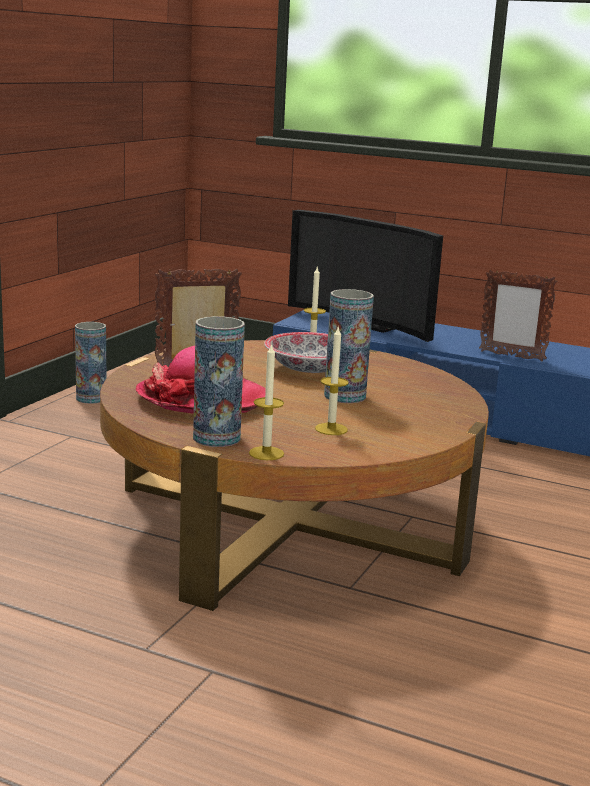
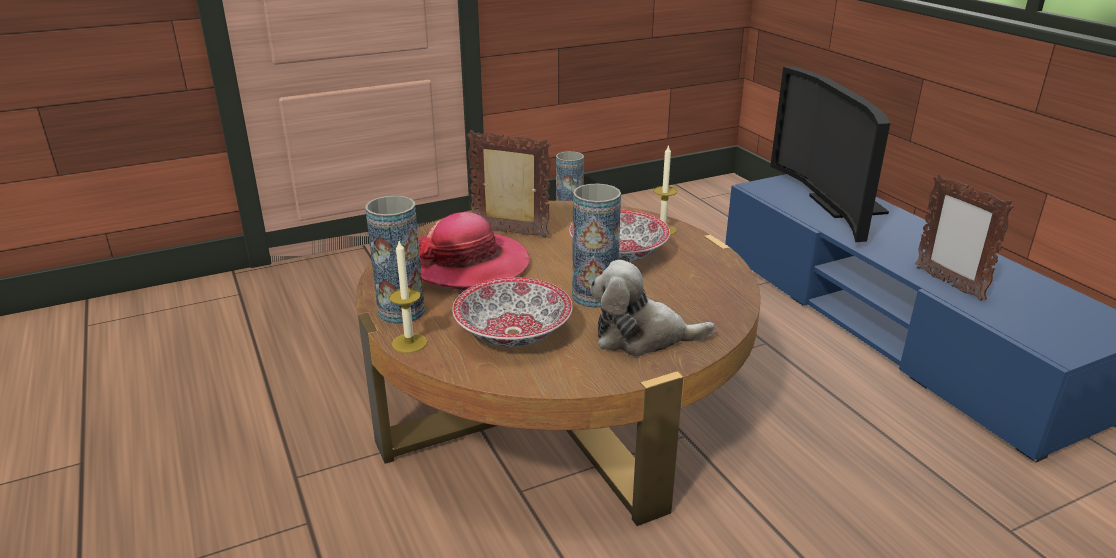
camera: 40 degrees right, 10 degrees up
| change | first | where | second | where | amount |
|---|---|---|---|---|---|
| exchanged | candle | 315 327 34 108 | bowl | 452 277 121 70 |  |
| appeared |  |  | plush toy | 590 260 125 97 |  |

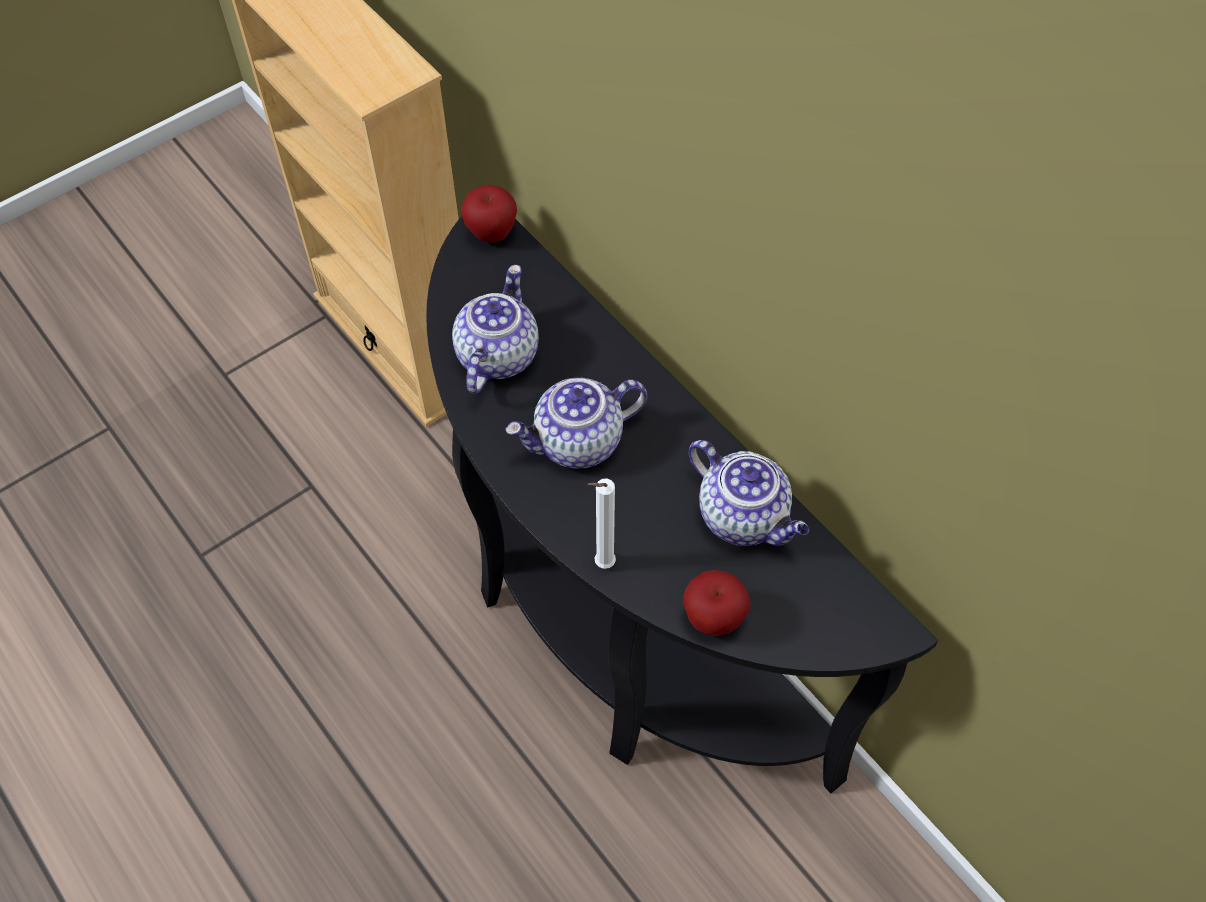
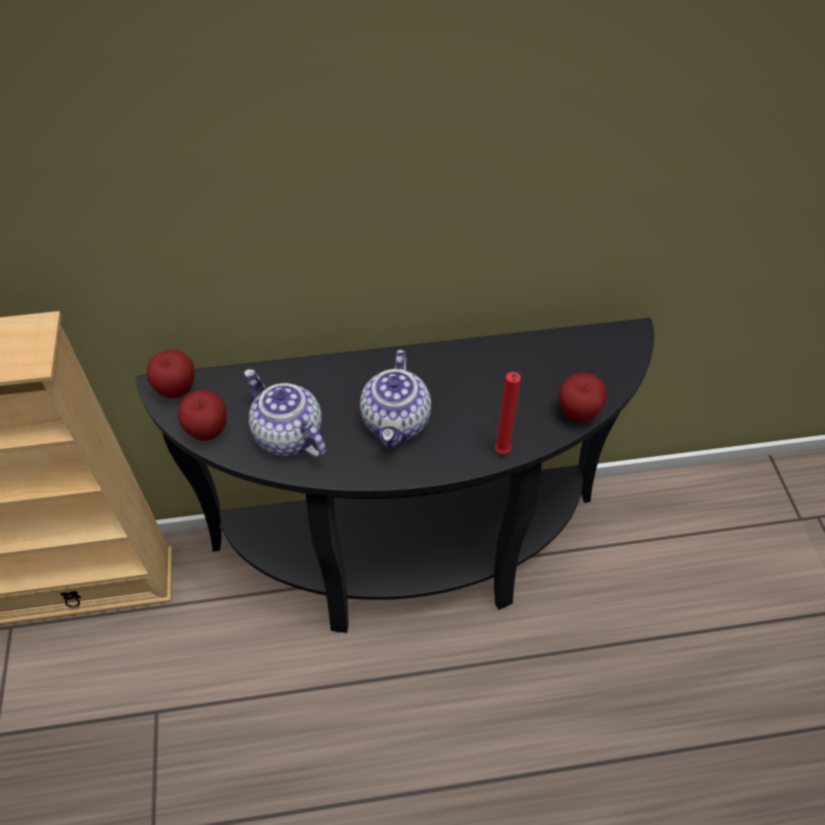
camera: 60 degrees left, 5 degrees down
| change | first | where | second | where | amount |
|---|---|---|---|---|---|
| appeared |  |  | apple | 178 390 49 51 |  |
| colour | white candle | 587 478 29 91 | red candle | 495 372 26 82 |  |
| missing | teapot | 688 440 121 106 |  |  |  |

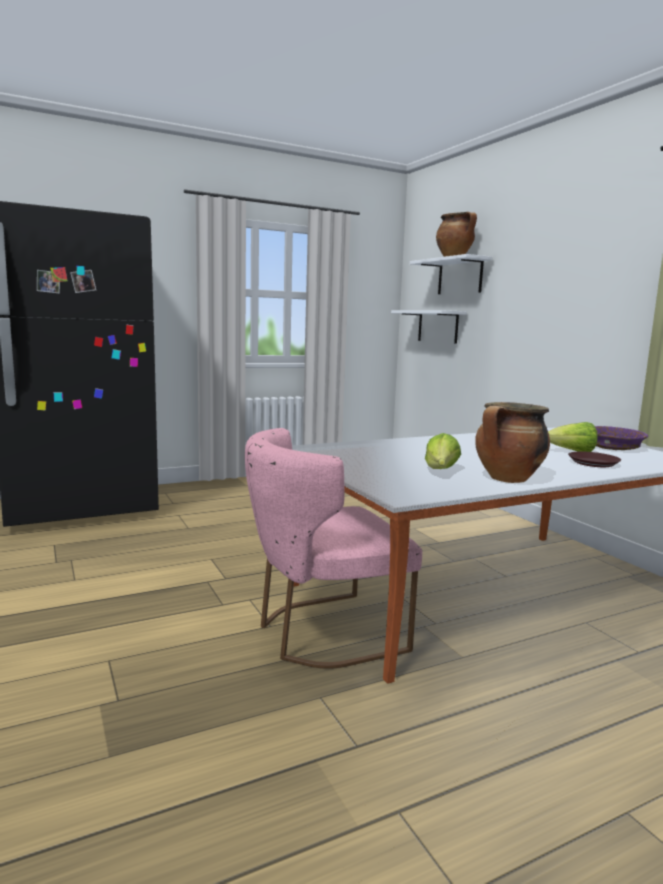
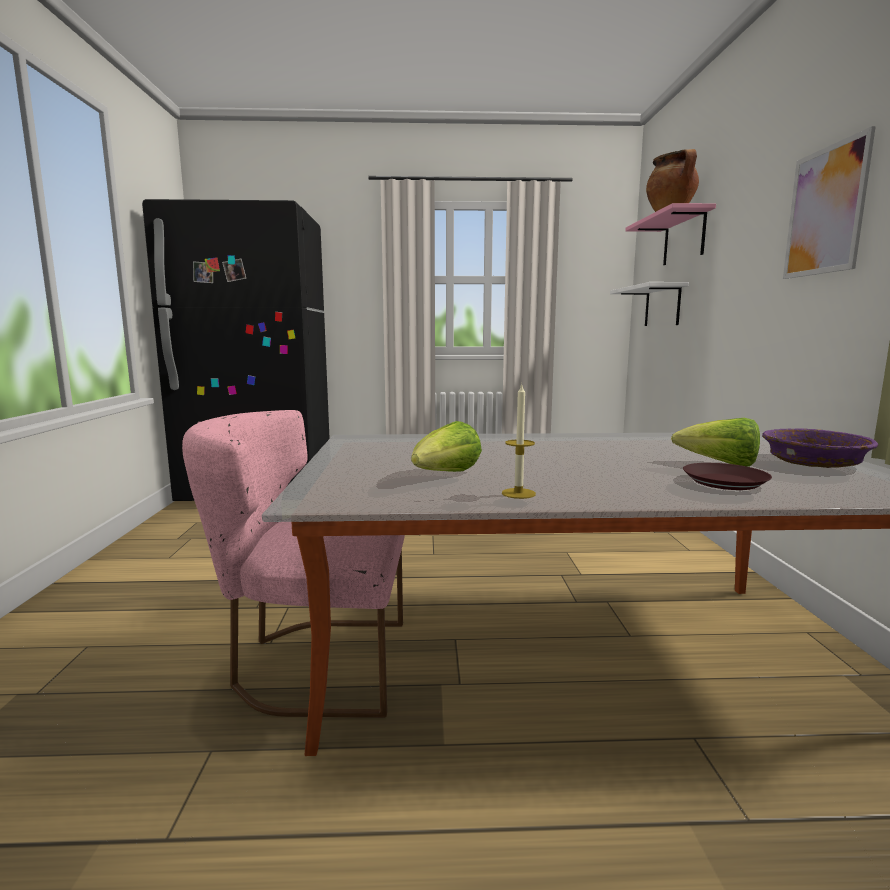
camera: 25 degrees right, 0 degrees up
| change | first | where | second | where | amount |
|---|---|---|---|---|---|
| exchanged | cooking pot | 475 402 75 81 | candle | 502 385 34 114 |  |
| colour | white shelf | 410 254 83 40 | pink shelf | 625 203 91 62 |  |
| appeared |  |  | picture | 783 126 93 153 |  |

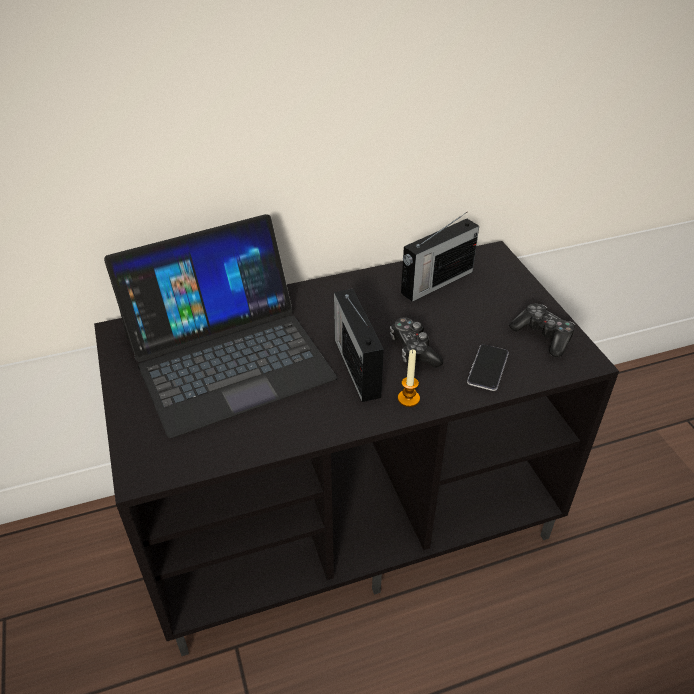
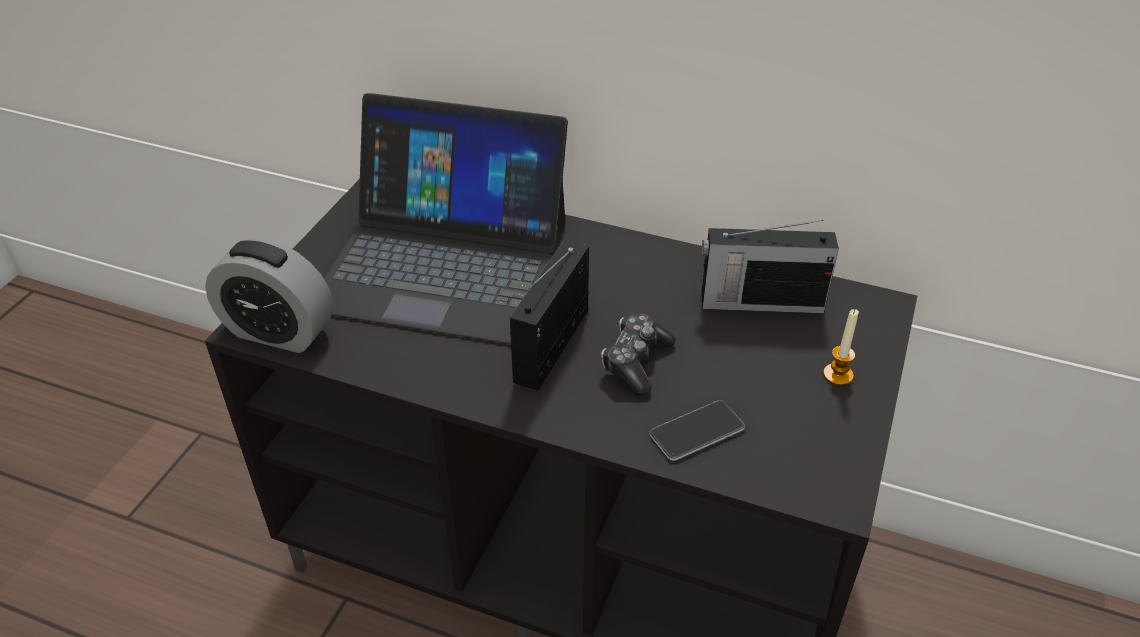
camera: 40 degrees right, 0 degrees up
| change | first | where | second | where | amount |
|---|---|---|---|---|---|
| appeared |  |  | alarm clock | 205 238 128 115 |  |
| relocated | candle | 398 349 22 58 |  | 823 309 36 77 |  |
| missing | game controller | 509 304 66 53 |  |  |  |

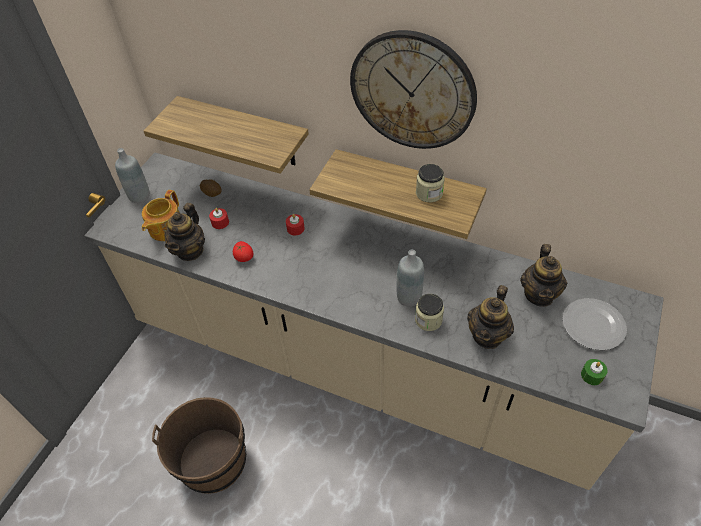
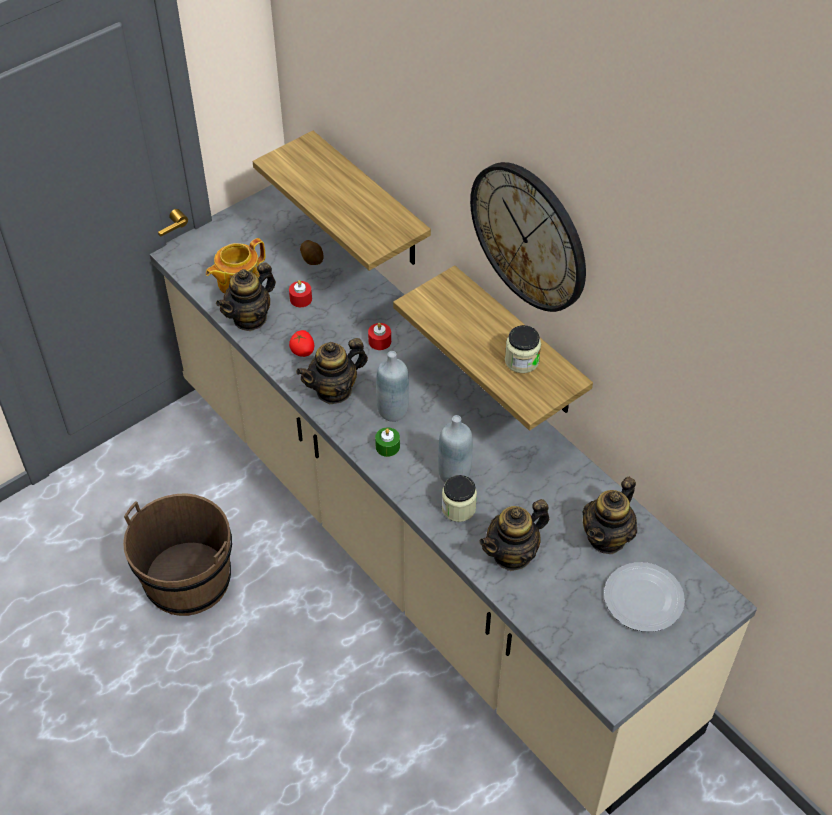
camera: 25 degrees right, 0 degrees up
| change | first | where | second | where | amount |
|---|---|---|---|---|---|
| appeared |  |  | teapot | 296 338 72 66 |  |
| relocated | green candle | 581 359 27 26 |  | 375 427 25 30 |  |
| relocated | grey bottle | 115 148 35 55 |  | 376 351 33 71 |  |

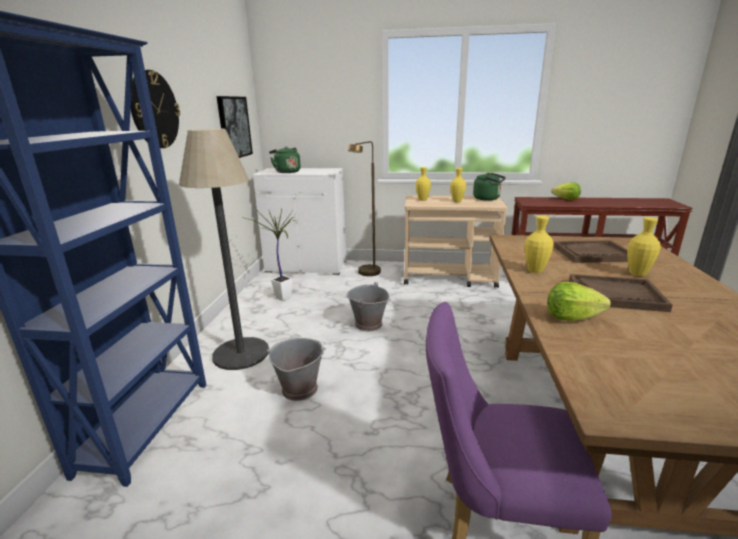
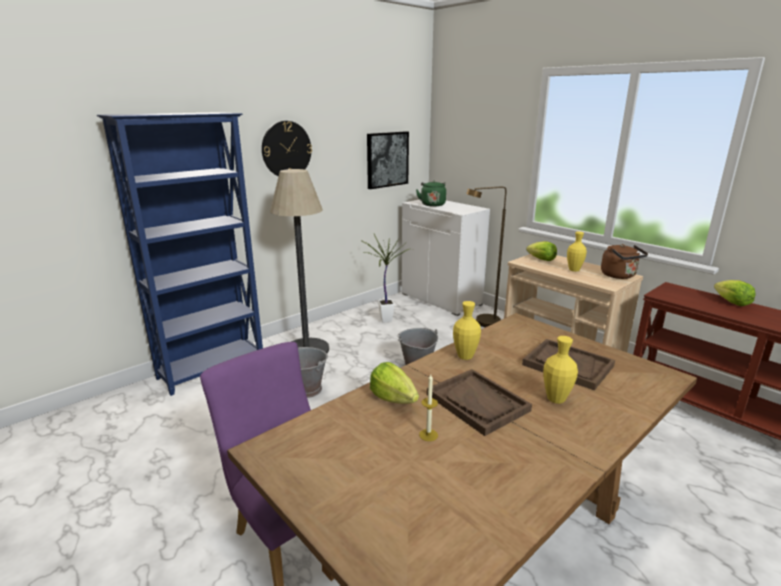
camera: 40 degrees right, 0 degrees up
| change | first | where | second | where | amount |
|---|---|---|---|---|---|
| appeared |  |  | candle | 419 374 19 67 |  |
| exchanged | yellow vase | 416 167 15 34 | lettuce | 526 241 31 20 |  |
| colour | green kettle | 473 173 33 28 | brown kettle | 601 244 47 35 |  |

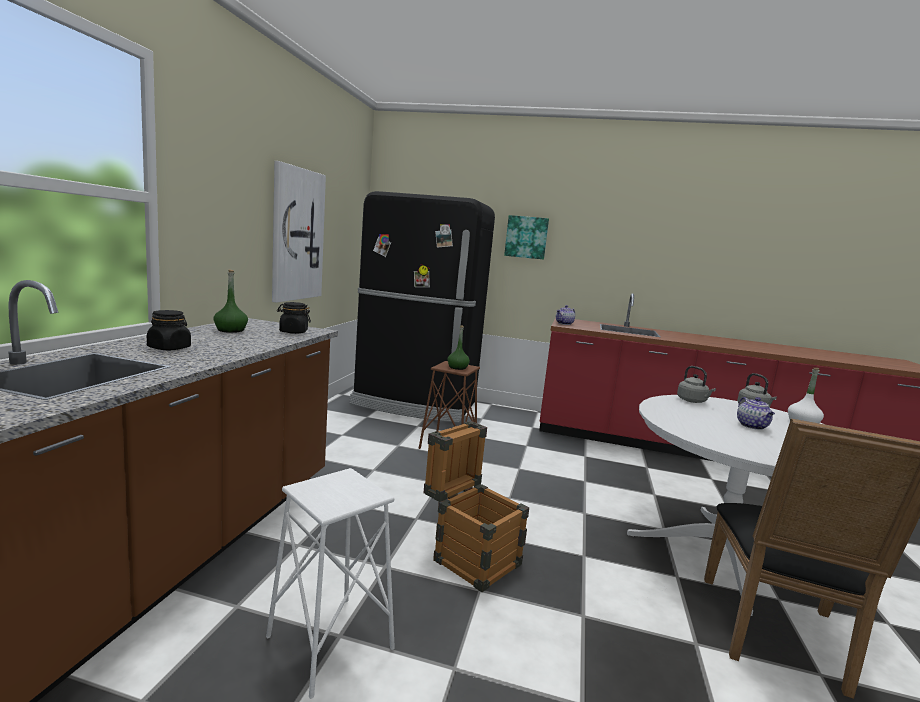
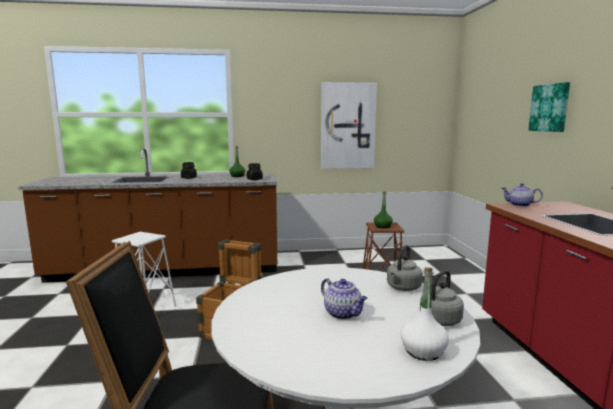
camera: 70 degrees right, 0 degrees up
| change | first | where | second | where | amount |
|---|---|---|---|---|---|
| spun | teapot | 737 397 38 33 |  | 321 278 47 41 | 105 degrees counterclockwise |
| missing | black fridge | 350 191 145 232 |  |  |  |

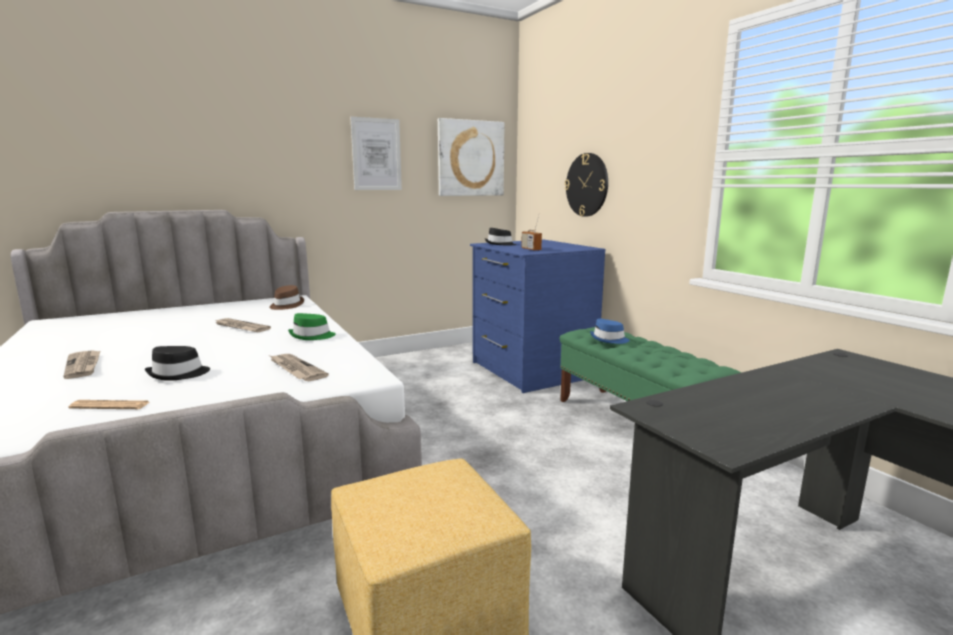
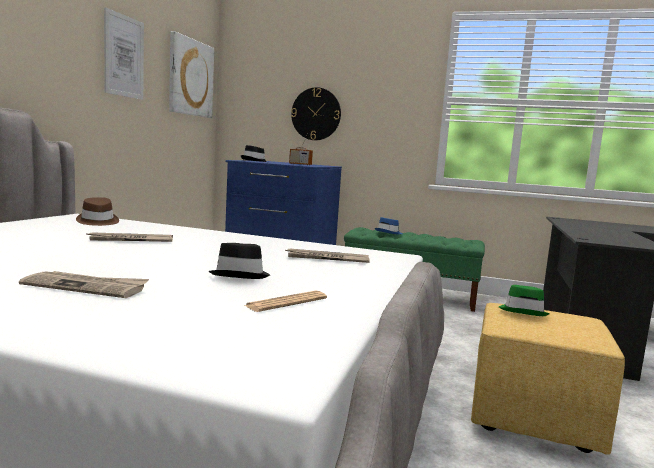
camera: 45 degrees left, 5 degrees down
| change | first | where | second | where | amount |
|---|---|---|---|---|---|
| relocated | green hat | 288 313 48 27 |  | 499 285 51 31 |  |

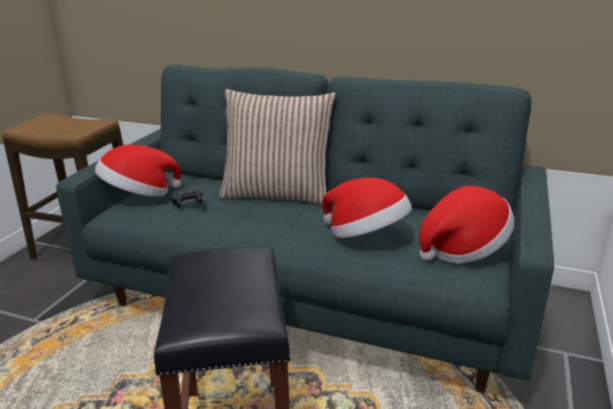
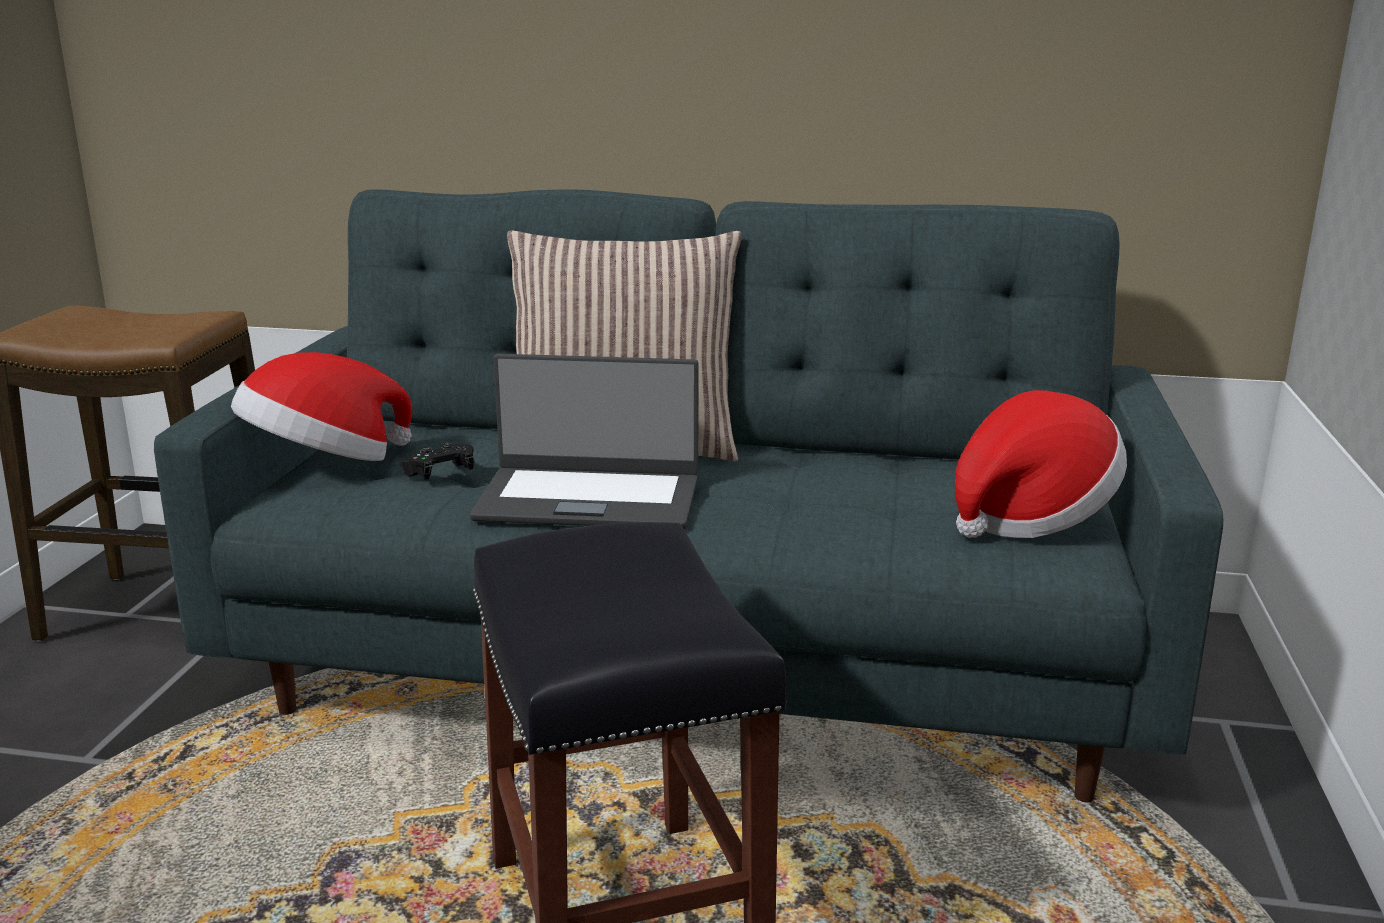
camera: 10 degrees left, 5 degrees down
| change | first | where | second | where | amount |
|---|---|---|---|---|---|
| appeared |  |  | laptop | 470 354 229 175 |  |
| missing | hat | 322 178 90 60 |  |  |  |

